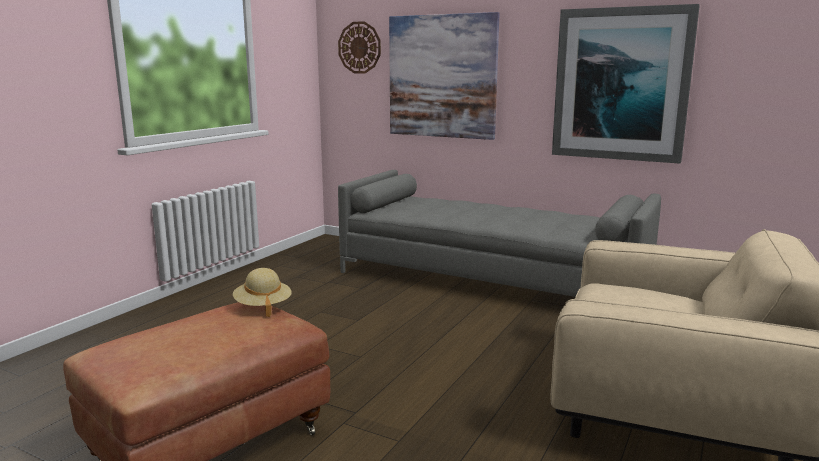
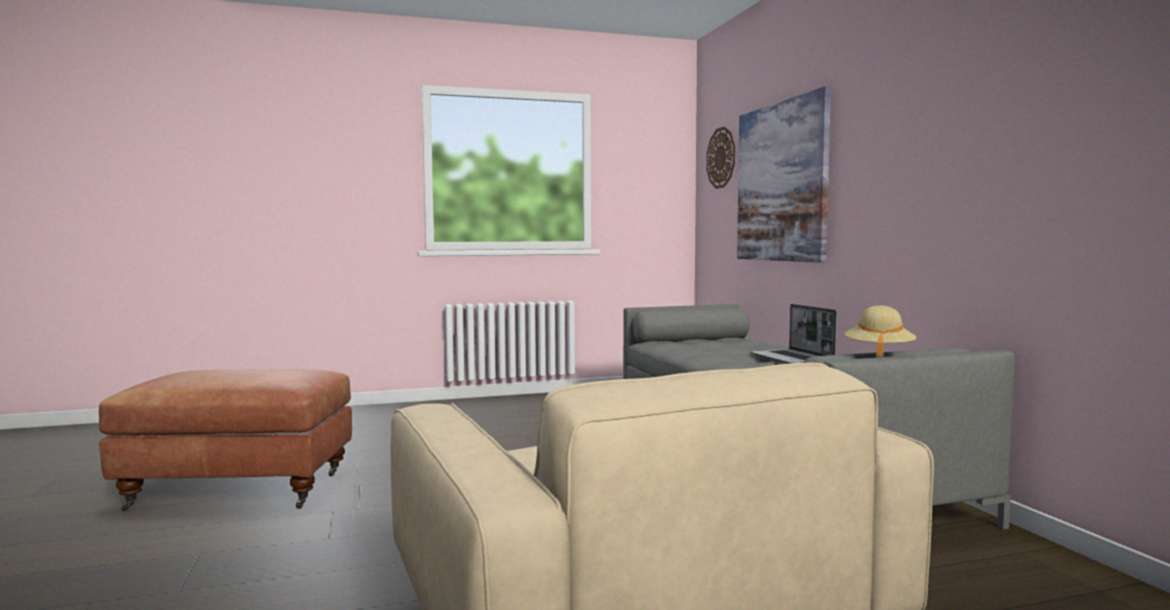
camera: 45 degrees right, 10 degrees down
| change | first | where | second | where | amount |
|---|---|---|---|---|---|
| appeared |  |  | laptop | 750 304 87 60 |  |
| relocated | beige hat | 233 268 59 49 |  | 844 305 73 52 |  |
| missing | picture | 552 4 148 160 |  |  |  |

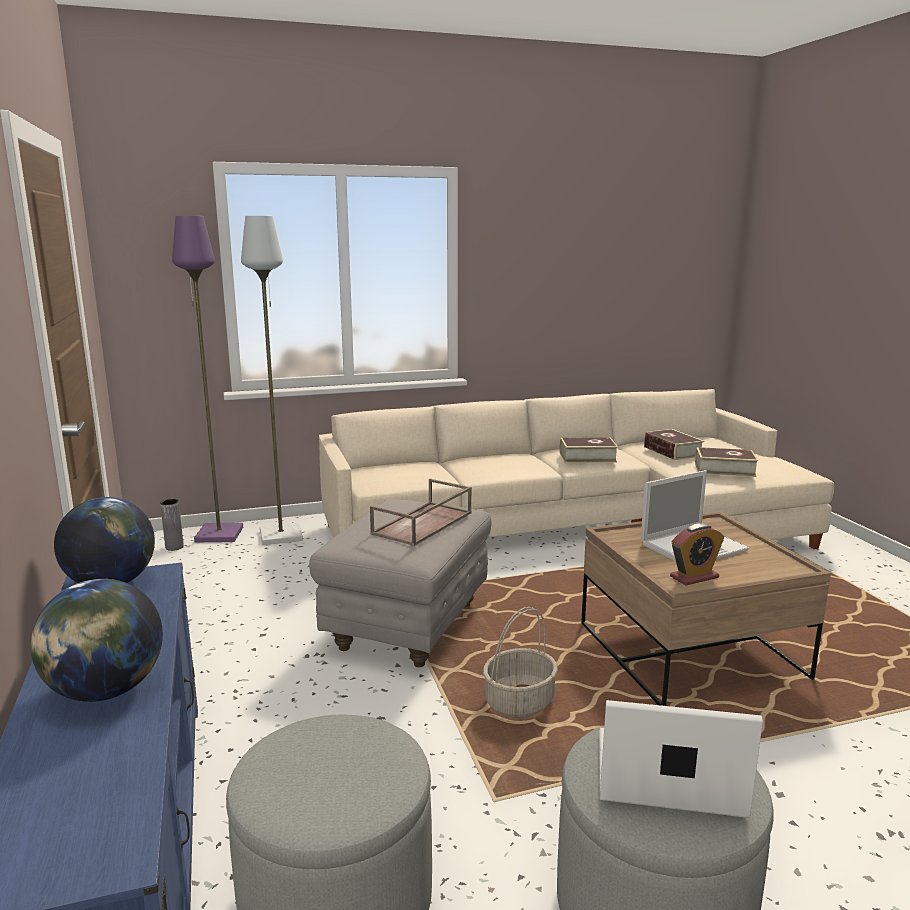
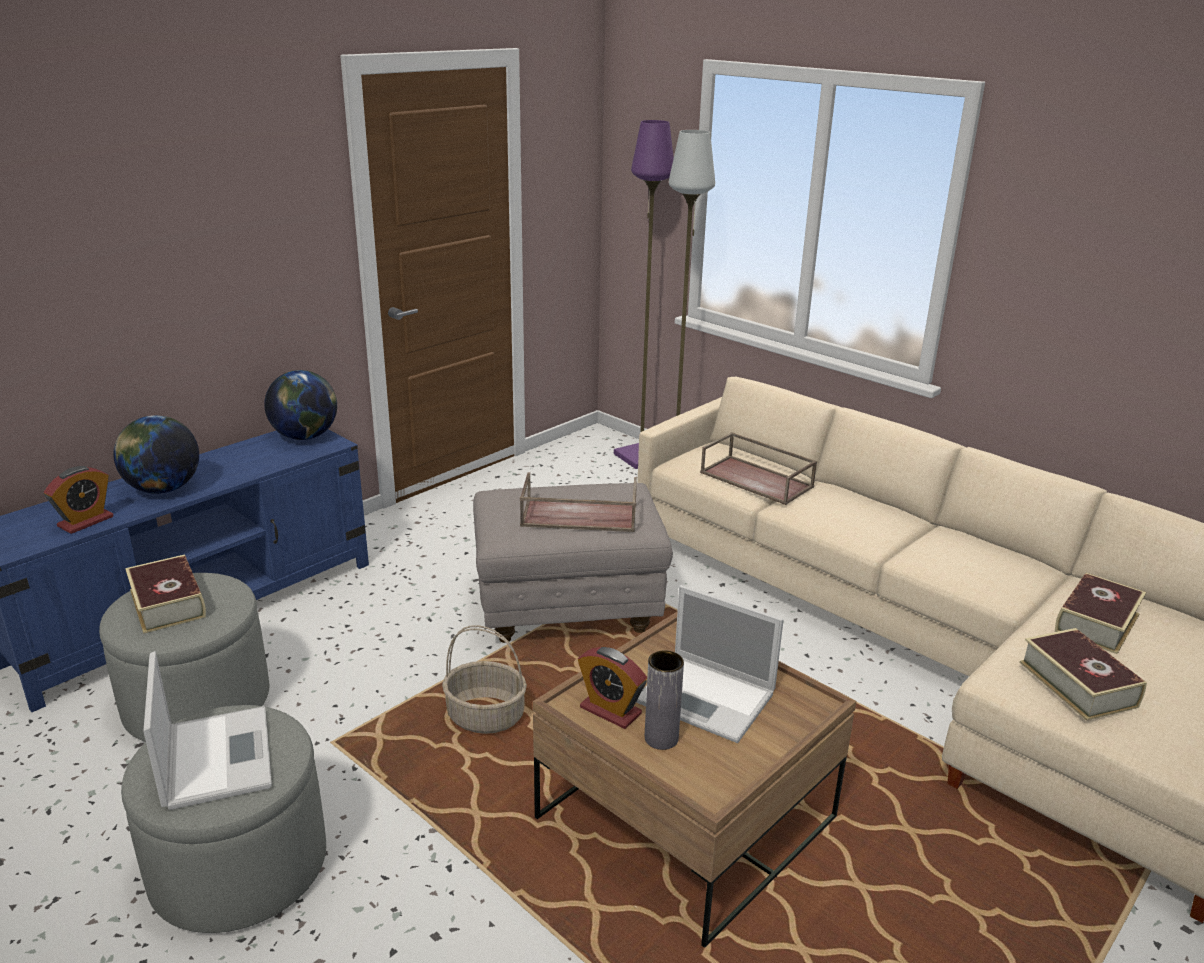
camera: 60 degrees right, 10 degrees up
| change | first | where | second | where | amount |
|---|---|---|---|---|---|
| appeared |  |  | alarm clock | 44 466 70 68 |  |
| relocated | book | 560 437 58 26 |  | 125 554 81 80 |  |
| relocated | grey vase | 160 499 24 52 |  | 645 650 39 100 |  |
| appeared |  |  | brown tray | 700 432 117 73 |  |

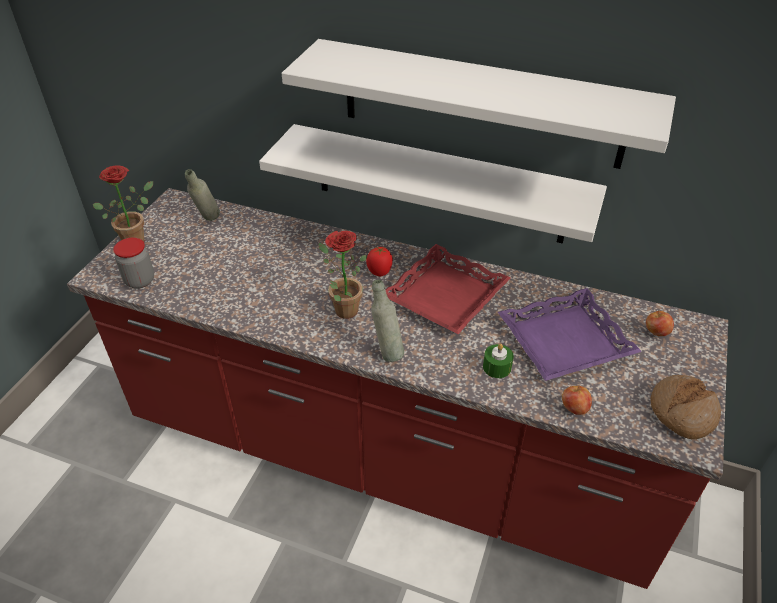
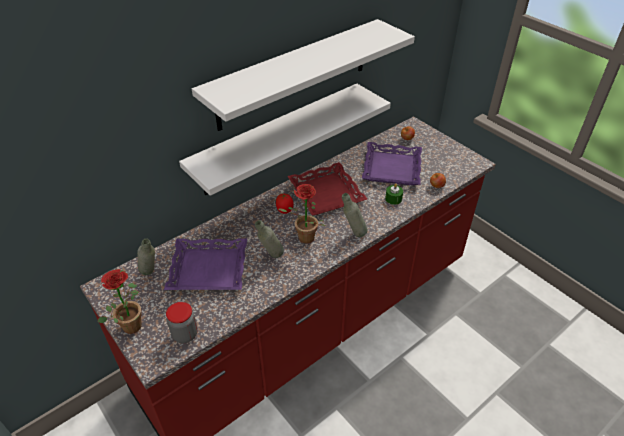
camera: 60 degrees left, 0 degrees up
| change | first | where | second | where | amount |
|---|---|---|---|---|---|
| appeared |  |  | purple tray | 164 238 83 52 |  |
| appeared |  |  | grey bottle | 255 220 29 38 |  |
| missing | bread | 650 375 71 64 |  |  |  |

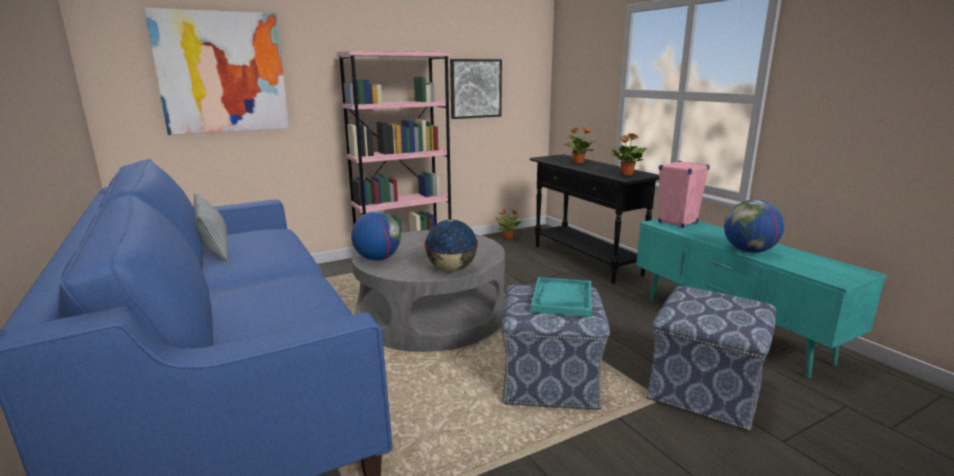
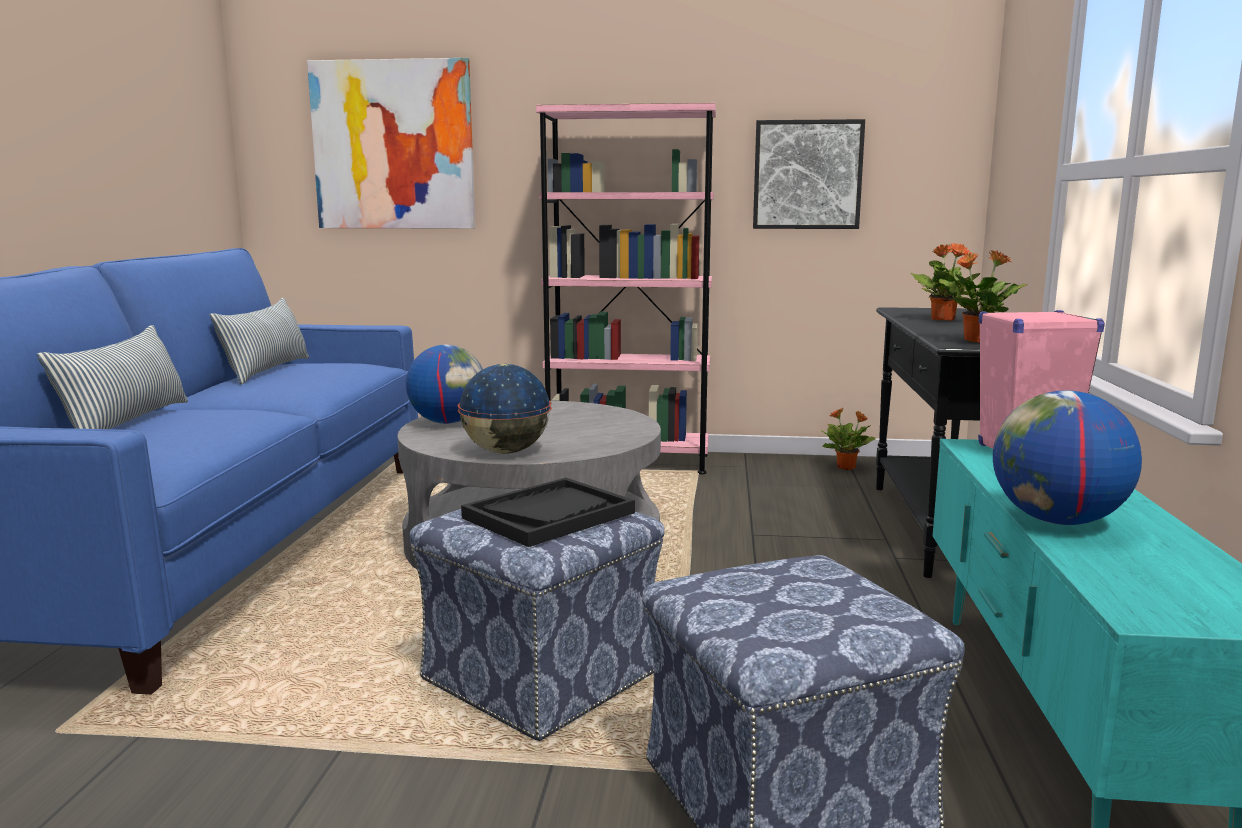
camera: 35 degrees right, 5 degrees down
| change | first | where | second | where | amount |
|---|---|---|---|---|---|
| appeared |  |  | pillow | 37 325 151 104 |  |
| colour | turquoise tray | 531 277 61 40 | black tray | 461 478 174 69 |  |

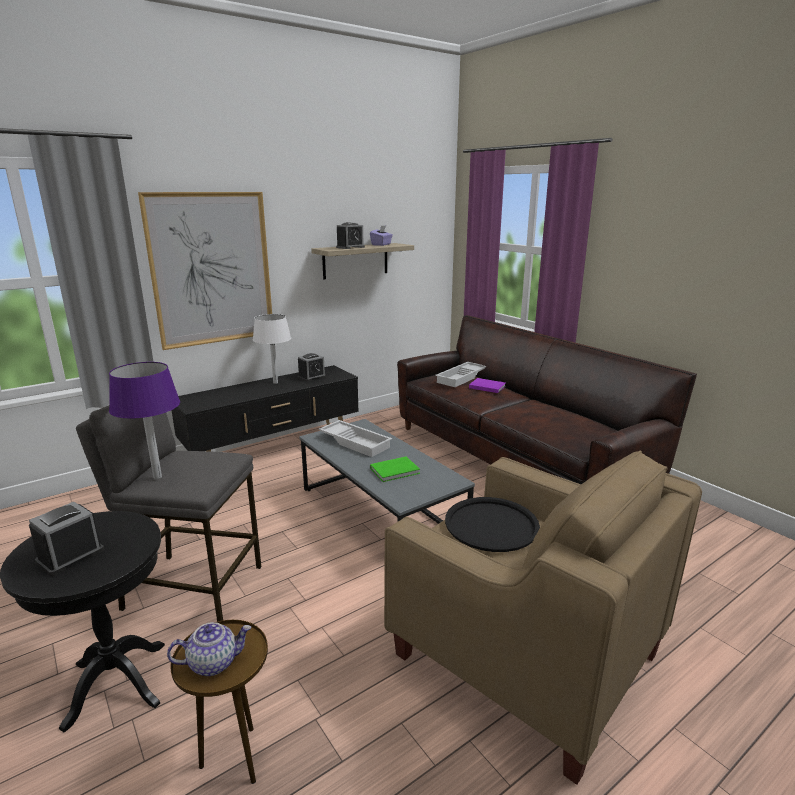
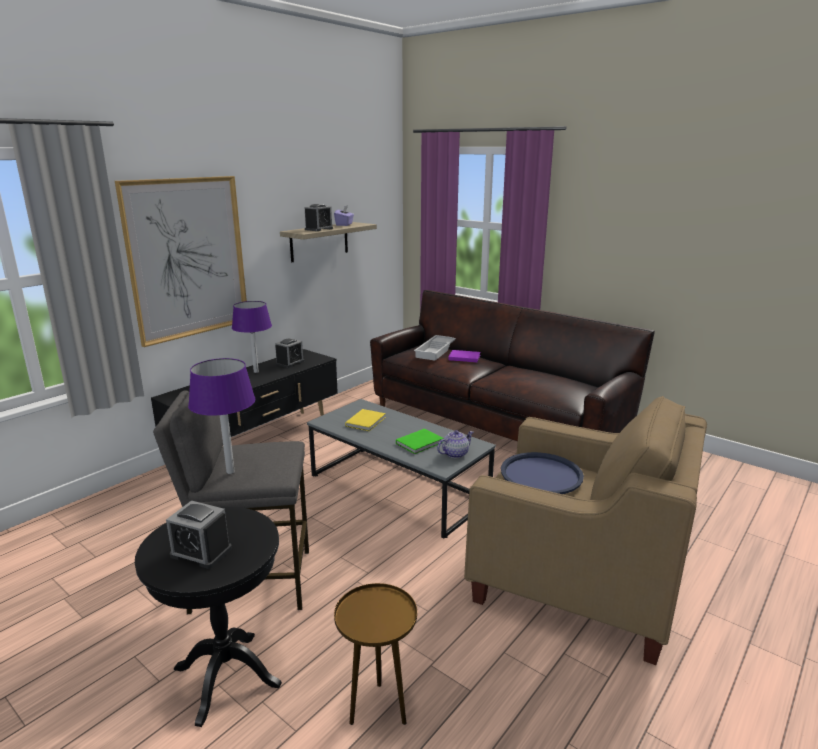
camera: 15 degrees left, 0 degrees up
| change | first | where | second | where | amount |
|---|---|---|---|---|---|
| spun | alarm clock | 29 502 75 74 |  | 166 501 66 68 | 90 degrees counterclockwise |
| colour | white table lamp | 253 314 38 70 | purple table lamp | 232 301 40 72 |  |
| exchanged | white tray | 319 420 73 37 | yellow book | 345 409 41 22 |  |
| relocated | teapot | 167 622 84 54 |  | 437 430 37 28 |  |
| colour | black tray | 445 497 95 55 | blue tray | 501 452 83 42 |  |

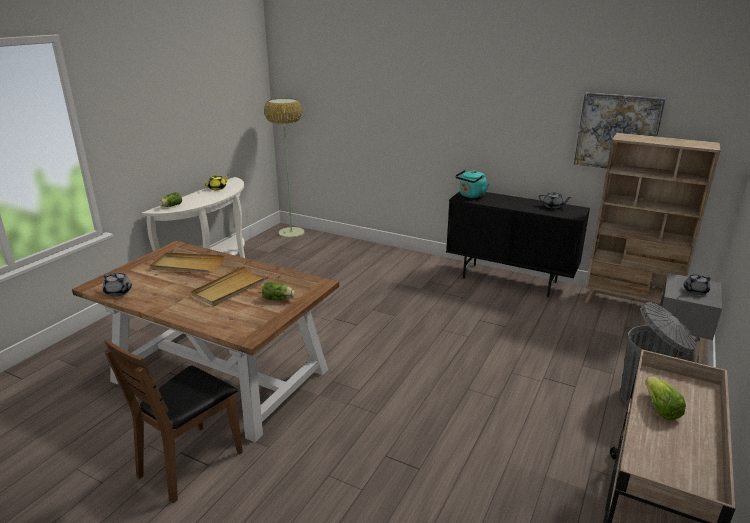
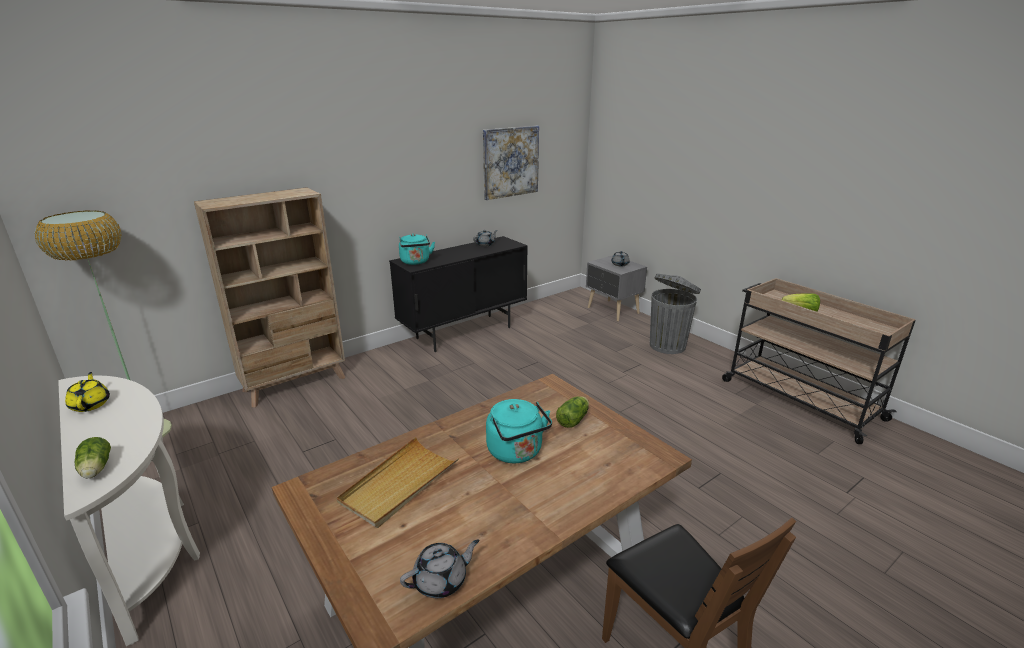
camera: 65 degrees left, 0 degrees up
| change | first | where | second | where | amount |
|---|---|---|---|---|---|
| relocated | beige bookcase | 585 133 136 173 |  | 194 187 151 221 |  |
| exchanged | beige tray | 191 266 78 40 | turquoise kettle | 486 399 66 65 |  |

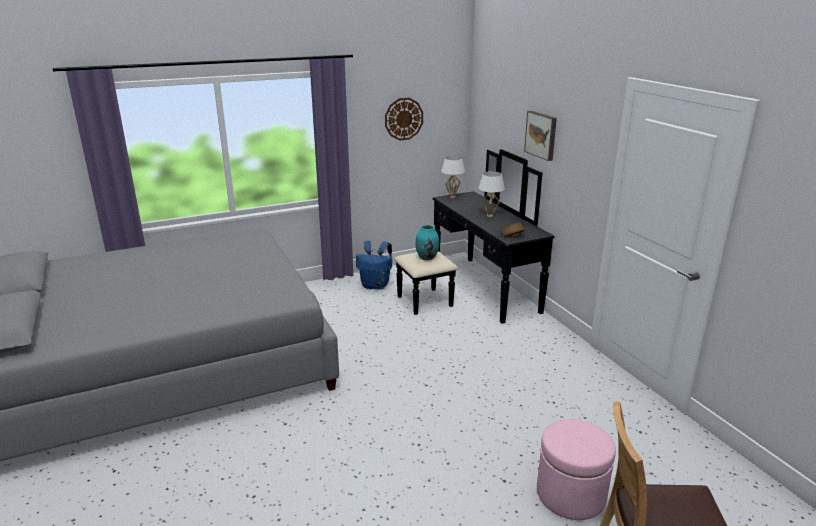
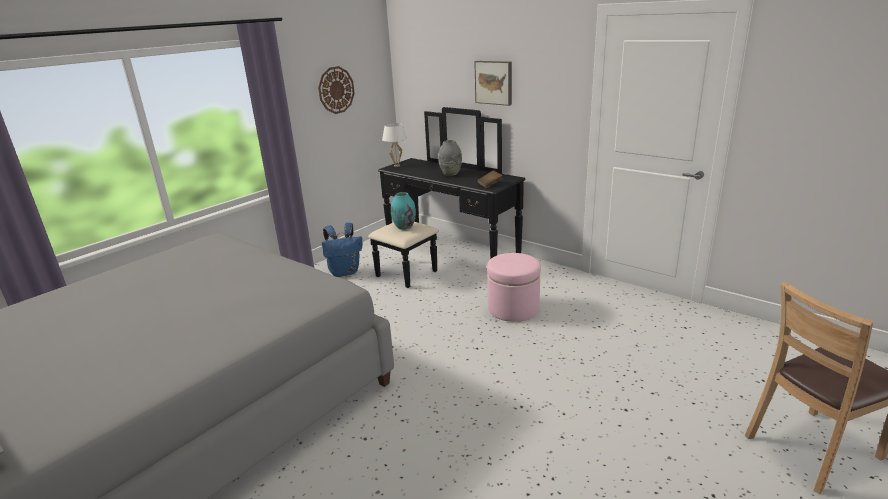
camera: 25 degrees left, 0 degrees up
| change | first | where | second | where | amount |
|---|---|---|---|---|---|
| exchanged | white table lamp | 478 171 27 46 | grey vase | 438 140 24 36 |  |
| relocated | pink ottoman | 537 419 79 101 |  | 487 253 54 69 |  |

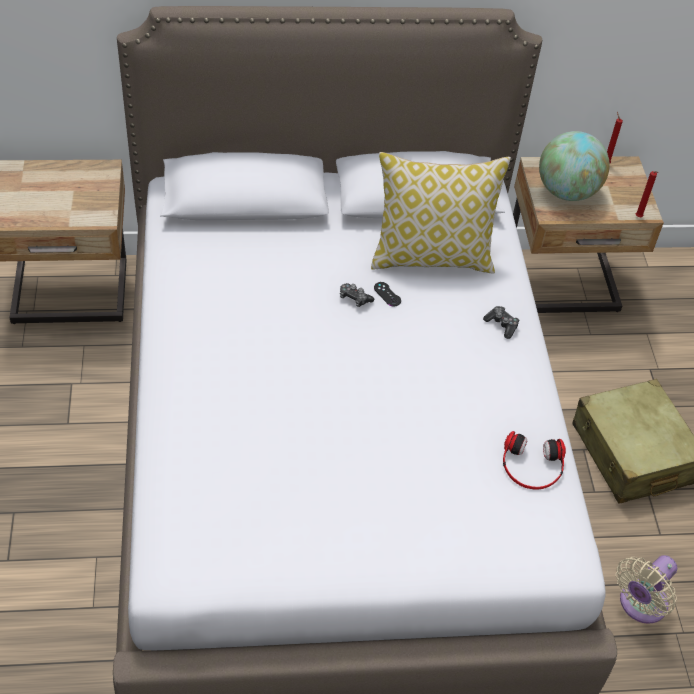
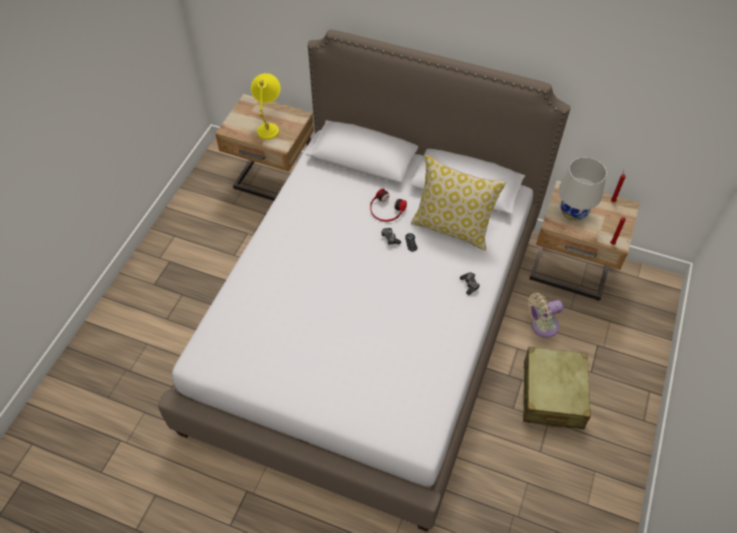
camera: 30 degrees right, 5 degrees up
| change | first | where | second | where | amount |
|---|---|---|---|---|---|
| appeared |  |  | yellow table lamp | 251 73 29 67 |  |
| relocated | headphones | 503 431 63 59 |  | 370 189 37 33 |  |
| relocated | beige fan | 616 555 61 69 |  | 528 293 36 45 |  |
| exchanged | globe | 539 131 71 70 | white table lamp | 558 157 49 64 |  |

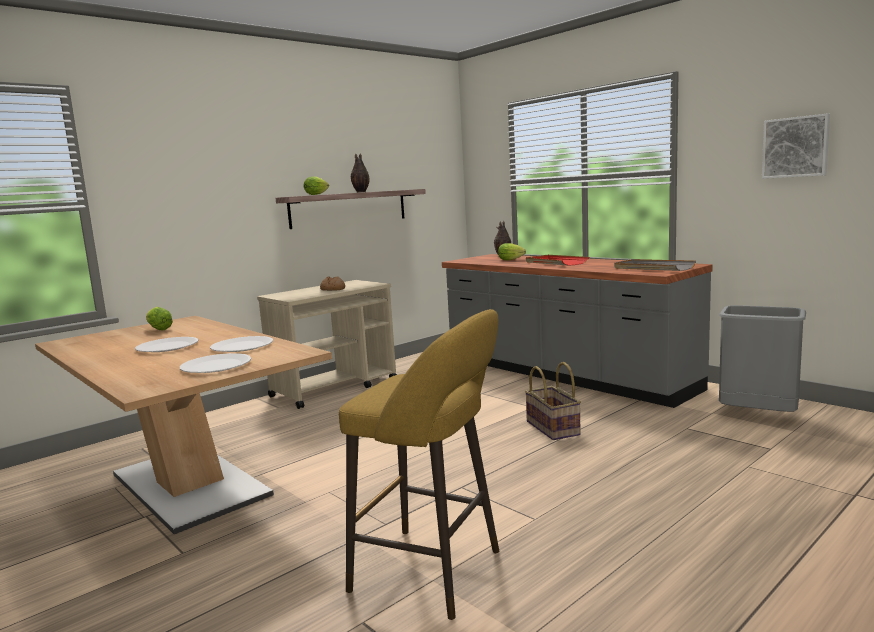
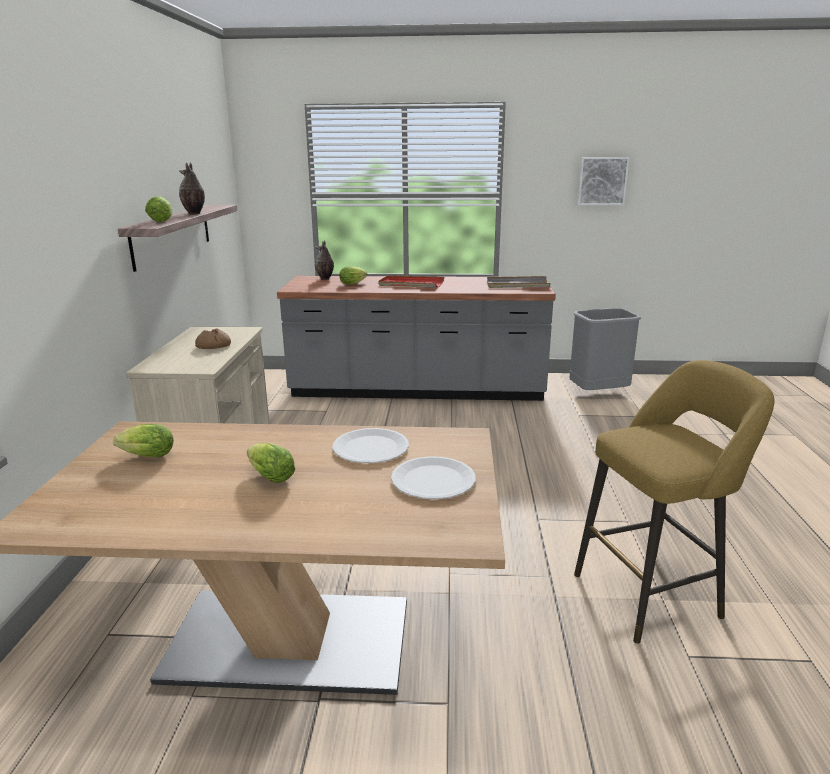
camera: 45 degrees left, 10 degrees up
| change | first | where | second | where | amount |
|---|---|---|---|---|---|
| exchanged | white plate | 135 337 64 15 | lettuce | 247 443 48 40 |  |
| missing | basket | 525 362 56 78 |  |  |  |

